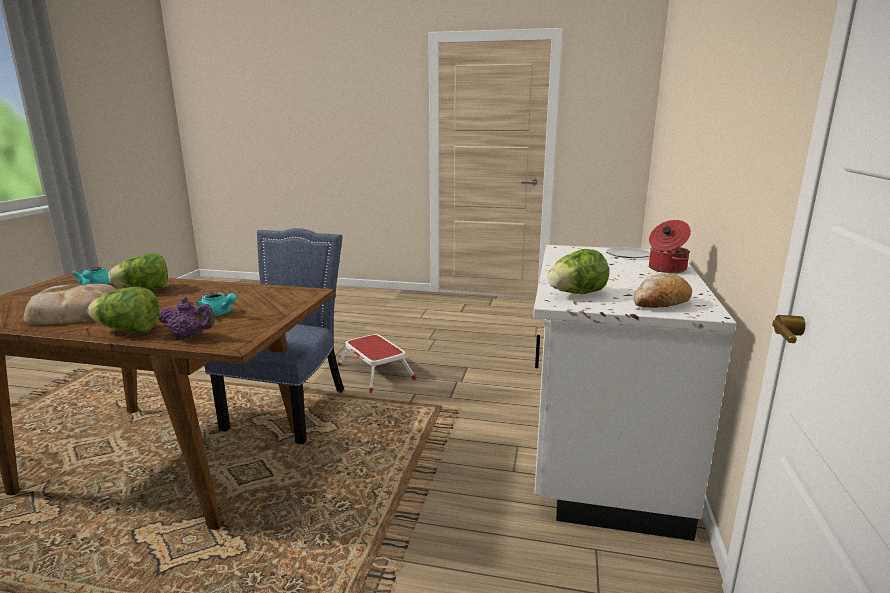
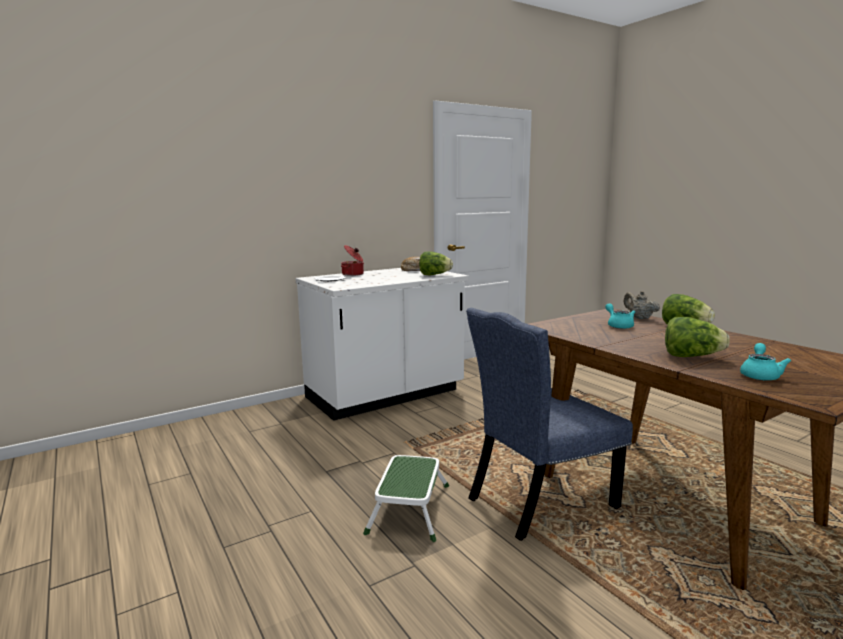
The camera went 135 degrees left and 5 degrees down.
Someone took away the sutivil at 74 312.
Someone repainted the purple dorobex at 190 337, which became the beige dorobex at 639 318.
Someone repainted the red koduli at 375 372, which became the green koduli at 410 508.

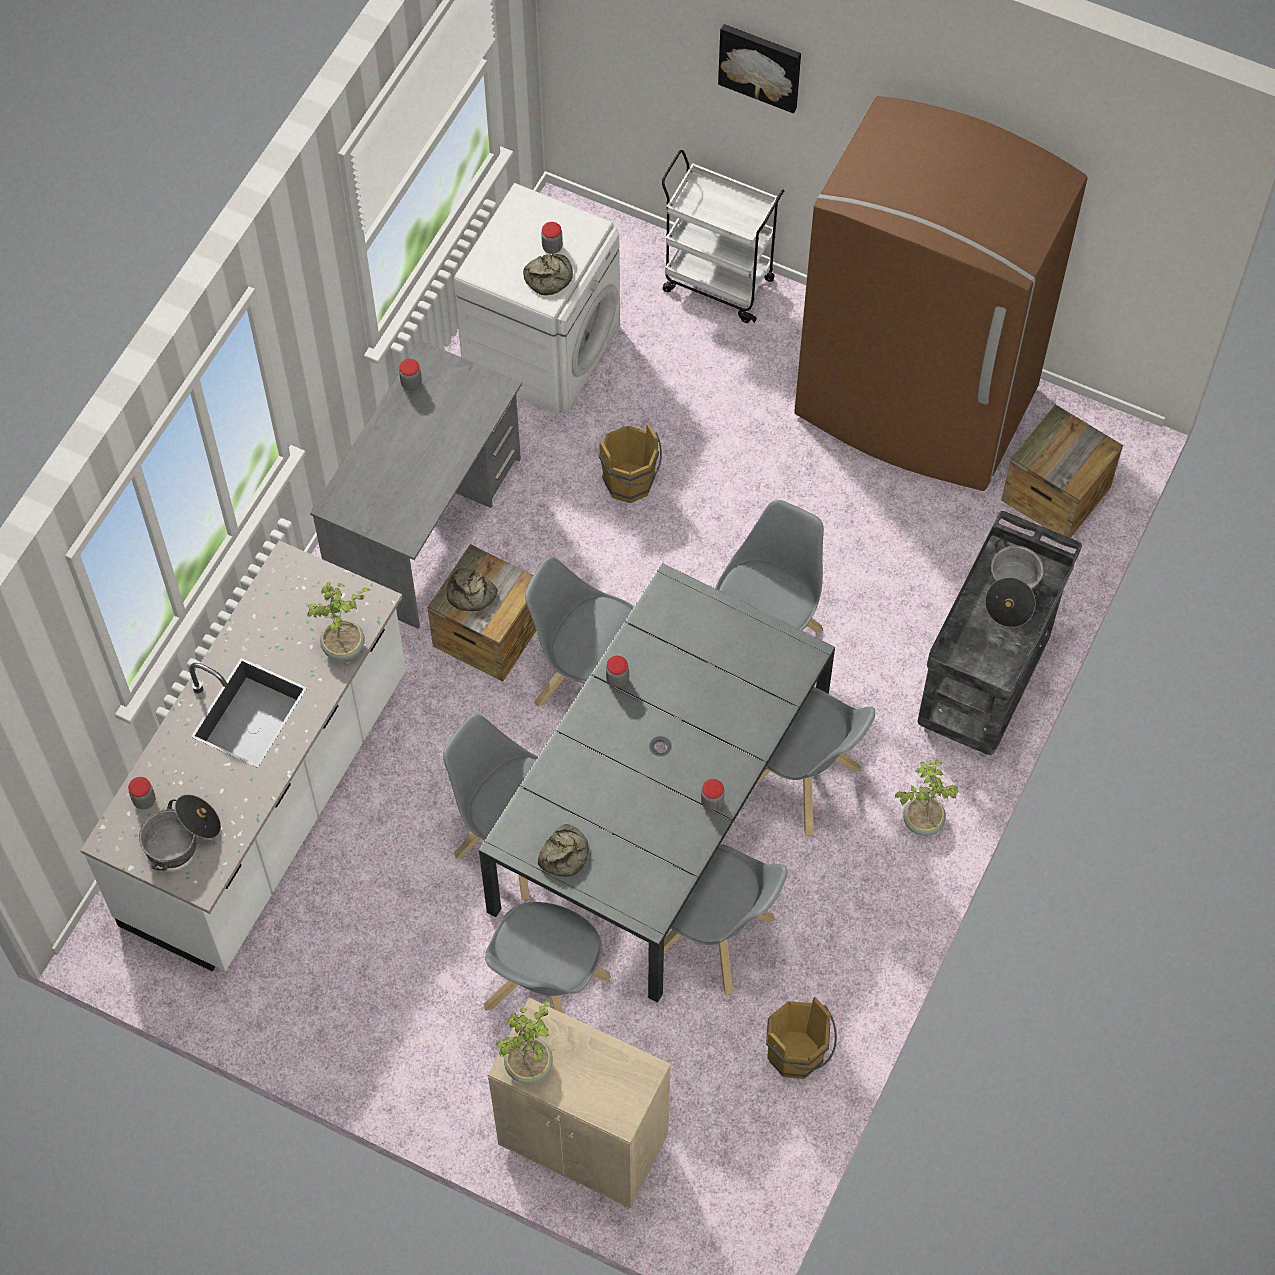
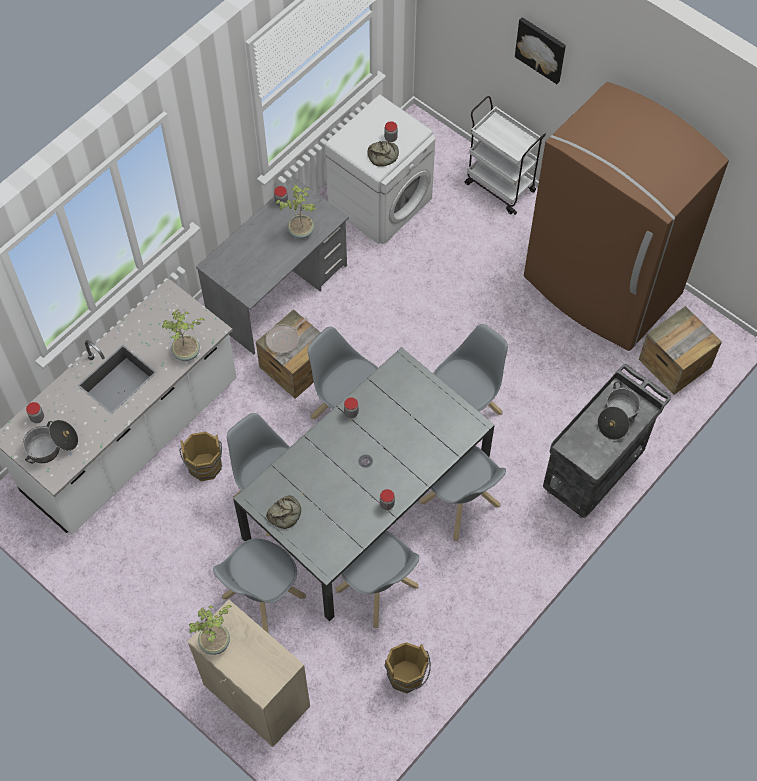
The camera went 15 degrees right and 0 degrees up.
Someone carried the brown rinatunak from 630 485 to 205 469.
Someone carried the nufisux from 922 820 to 301 231.
Someone swapped the sutivil at 470 594 for the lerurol at 284 339.

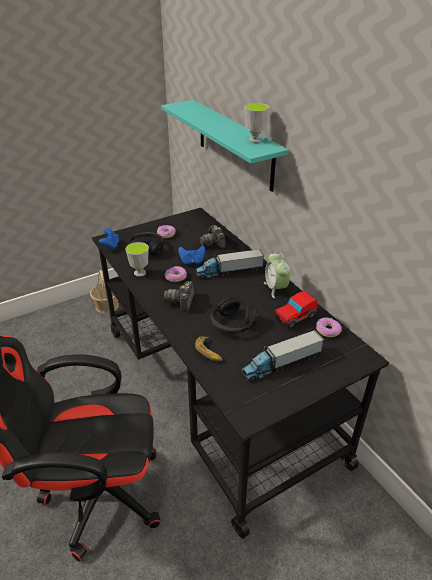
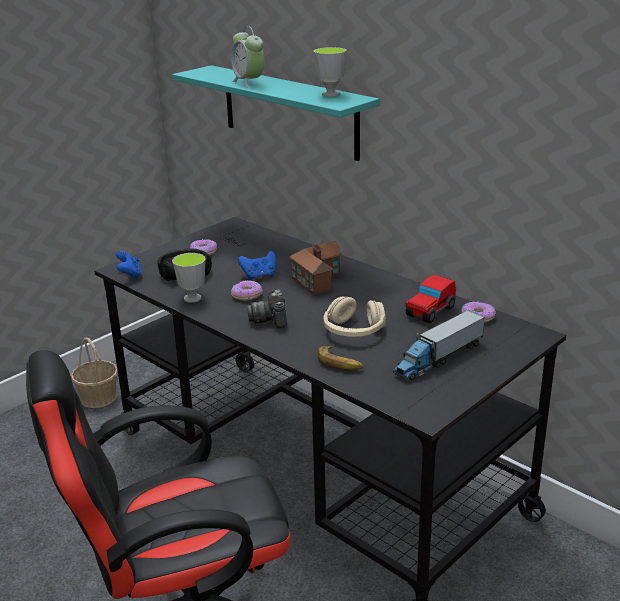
The camera went 15 degrees left and 10 degrees down.
Someone took away the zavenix at 213 243.
Someone carried the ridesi from 275 288 to 248 82.
Someone swapped the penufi at 229 271 for the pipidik at 316 278.
Someone repainted the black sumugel at 232 324, which became the beige sumugel at 353 330.

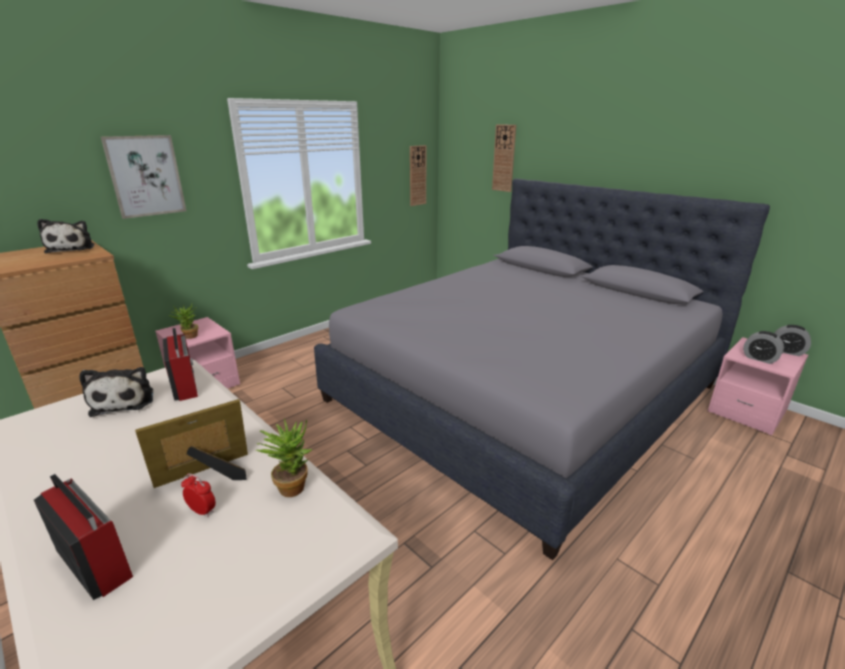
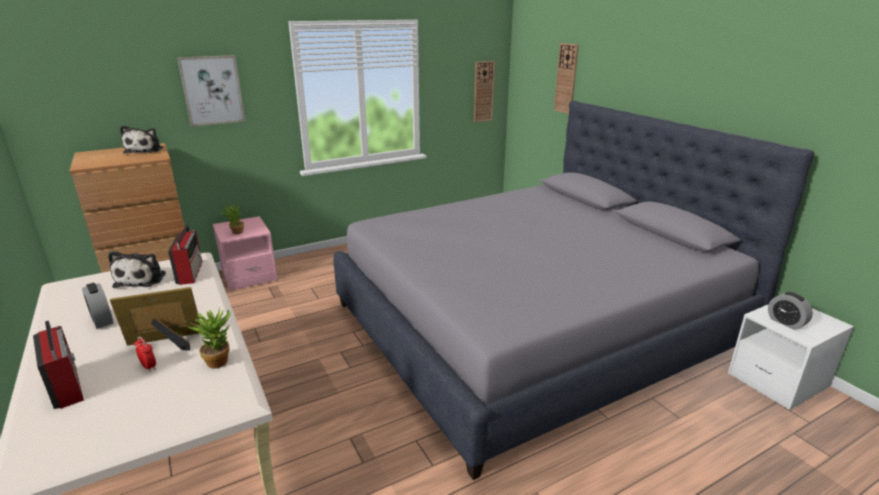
The camera went 15 degrees right and 0 degrees up.
Someone carried the ridesi from 787 351 to 102 320.
Someone repainted the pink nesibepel at 747 411, which became the white nesibepel at 777 380.

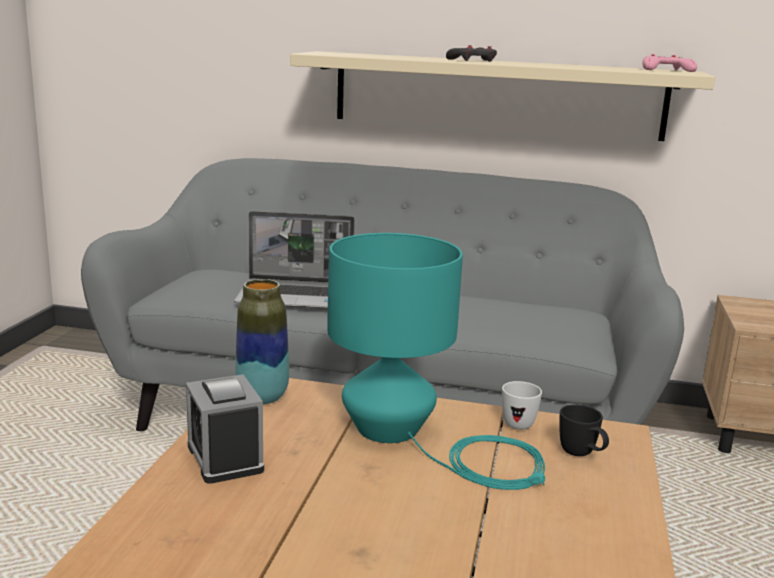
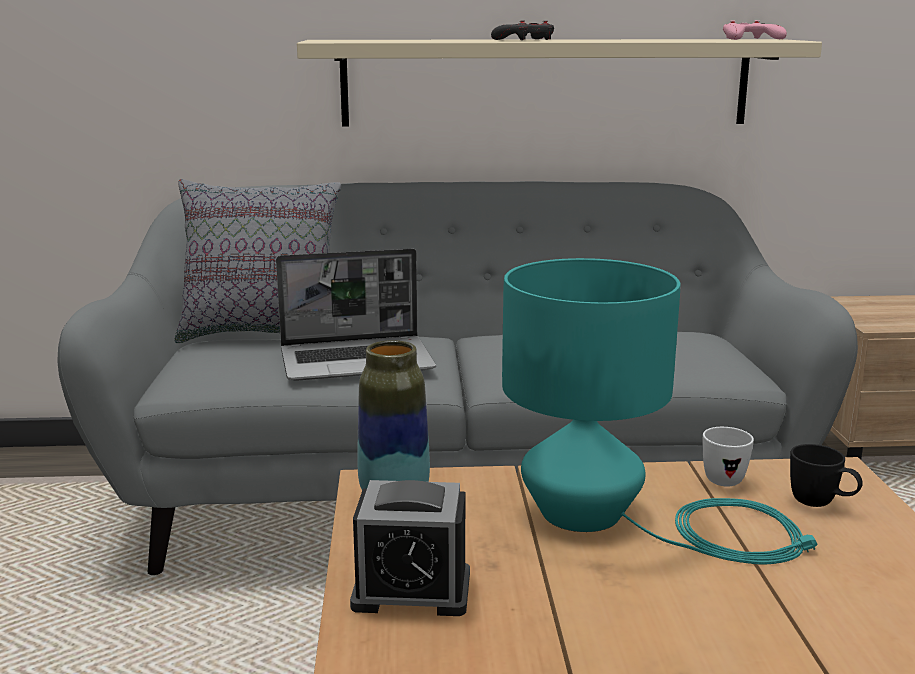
The camera went 15 degrees left and 0 degrees up.
Someone put down the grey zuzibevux at 262 336.
Someone rotated the ridesi at 225 458 by 45 degrees counterclockwise.

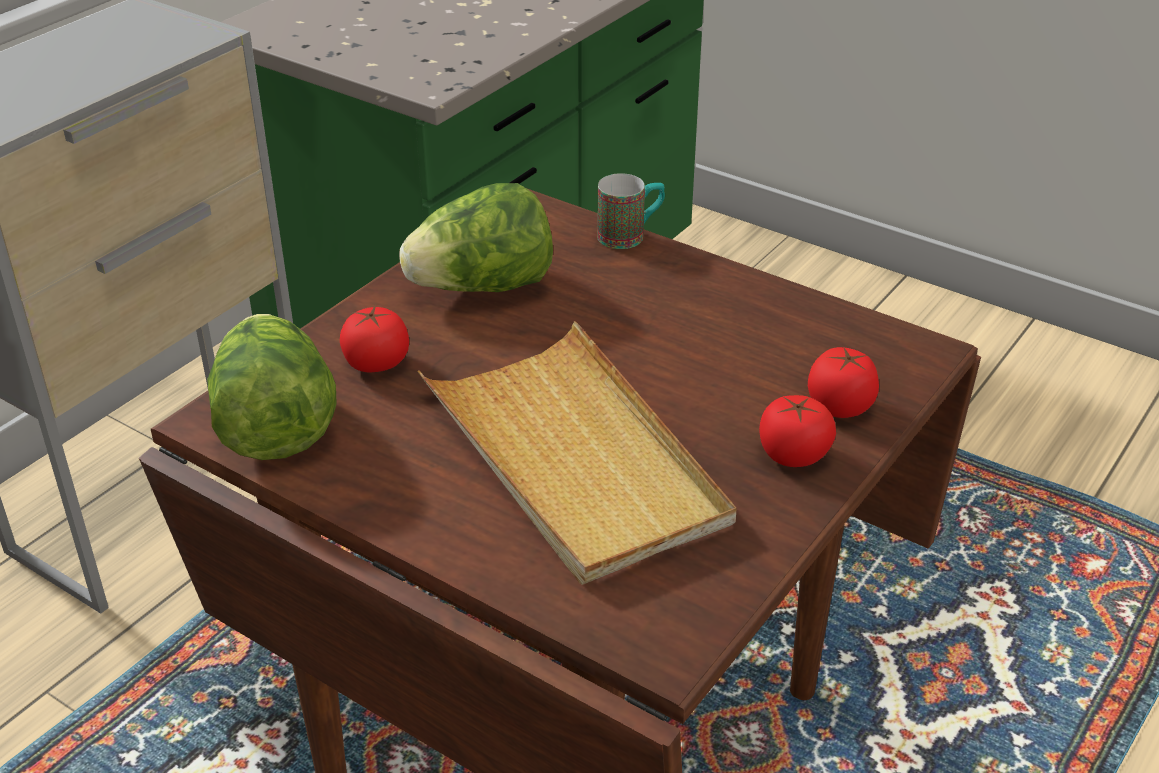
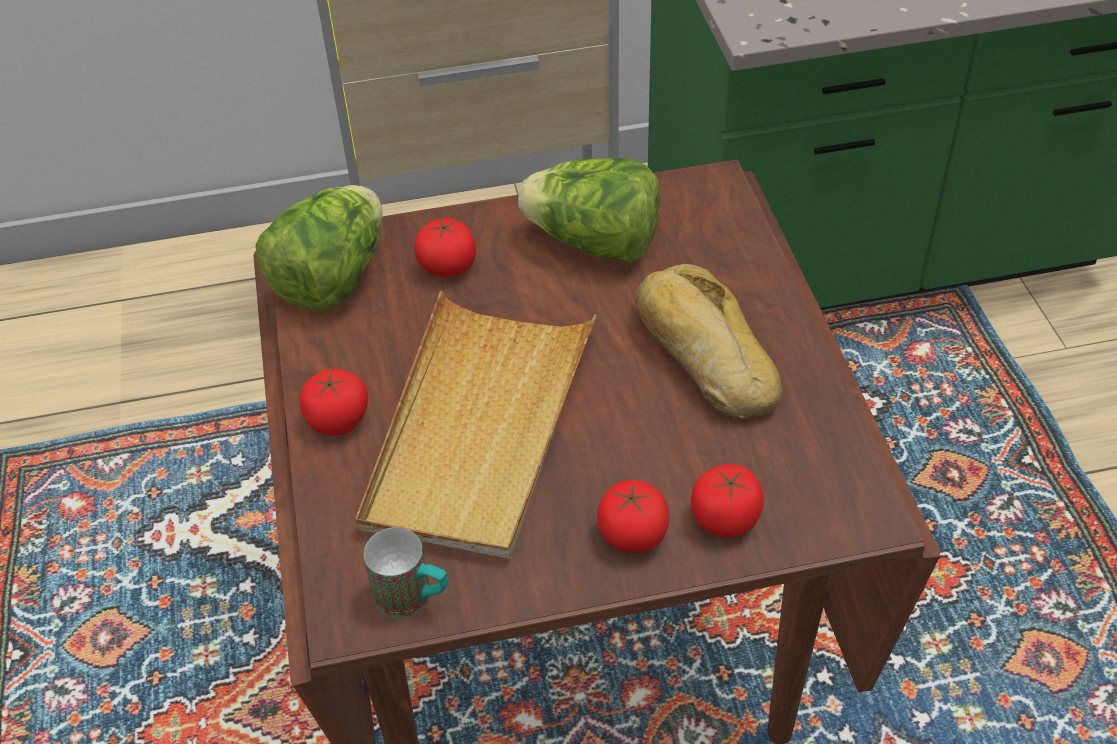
The camera went 45 degrees right and 10 degrees up.
Someone put down the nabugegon at 338 420.
Someone put down the sutivil at 703 354.
Someone carried the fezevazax from 630 235 to 414 599.

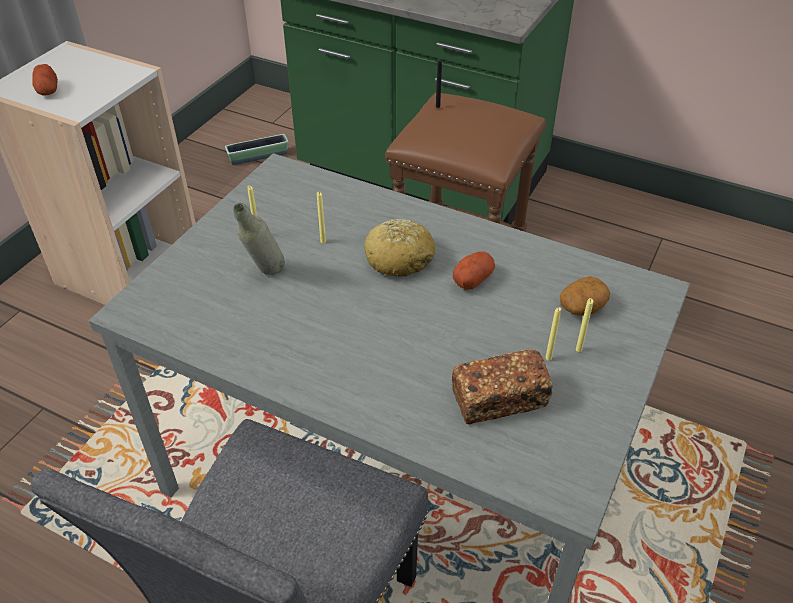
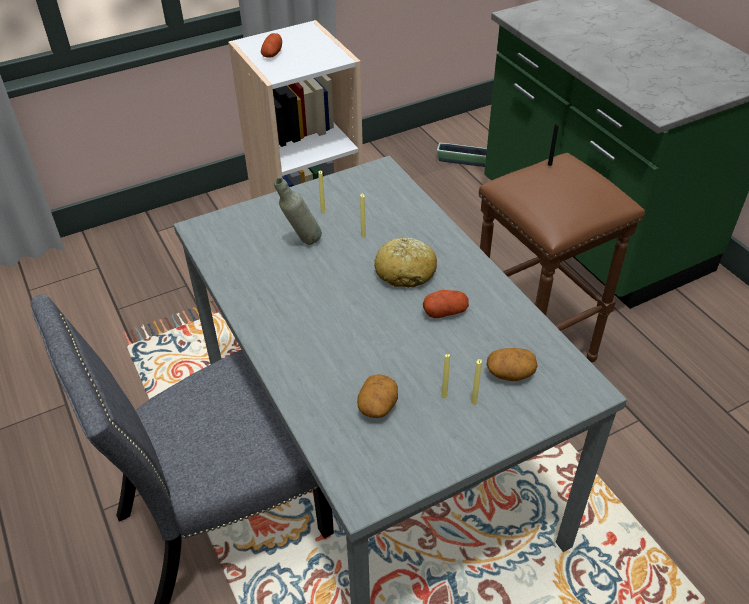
The camera went 35 degrees right and 0 degrees up.
Someone swapped the sutivil at 499 399 for the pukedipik at 378 406.

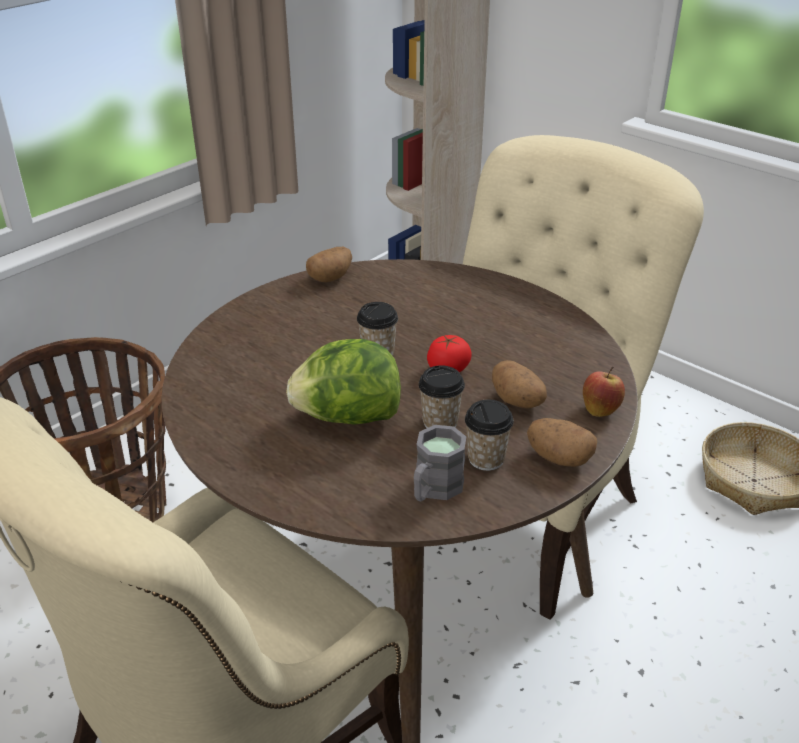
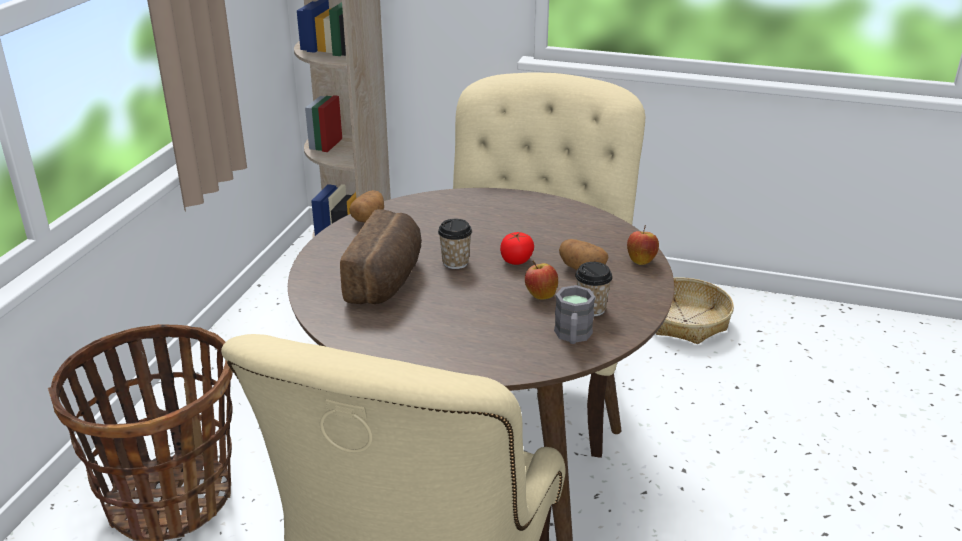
The camera went 25 degrees left and 5 degrees down.
Someone took away the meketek at 348 417.
Someone took away the pukedipik at 558 458.
Someone put down the sutivil at 388 280.
Someone swapped the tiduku at 440 422 for the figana at 540 295.

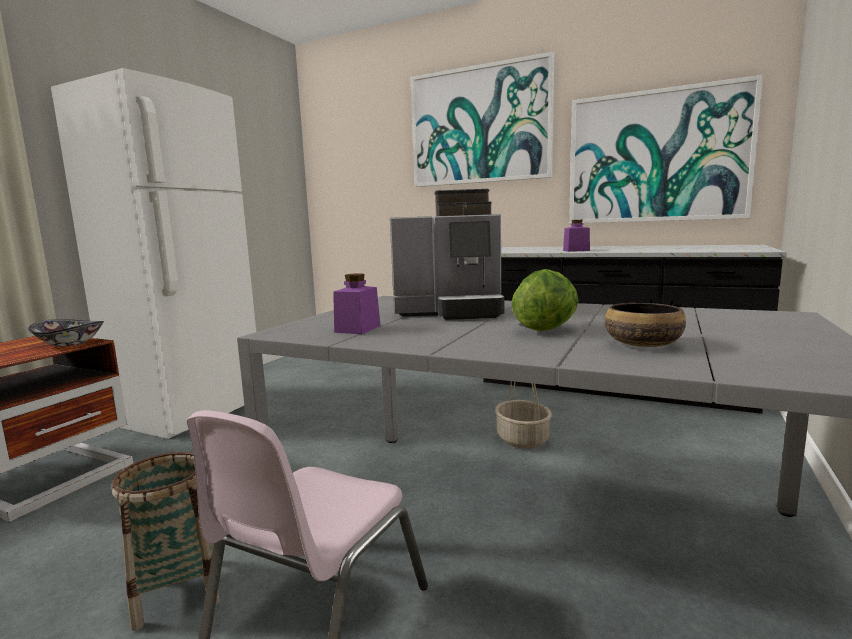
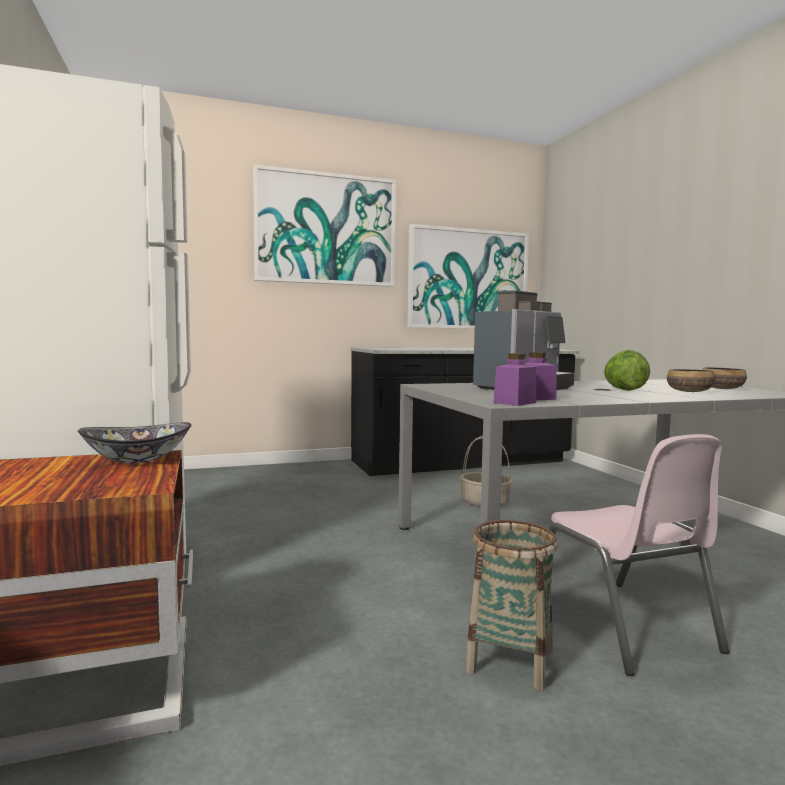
The camera went 45 degrees left and 5 degrees down.
Someone put down the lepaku at 721 388.
Someone carried the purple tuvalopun from 576 250 to 514 403.

